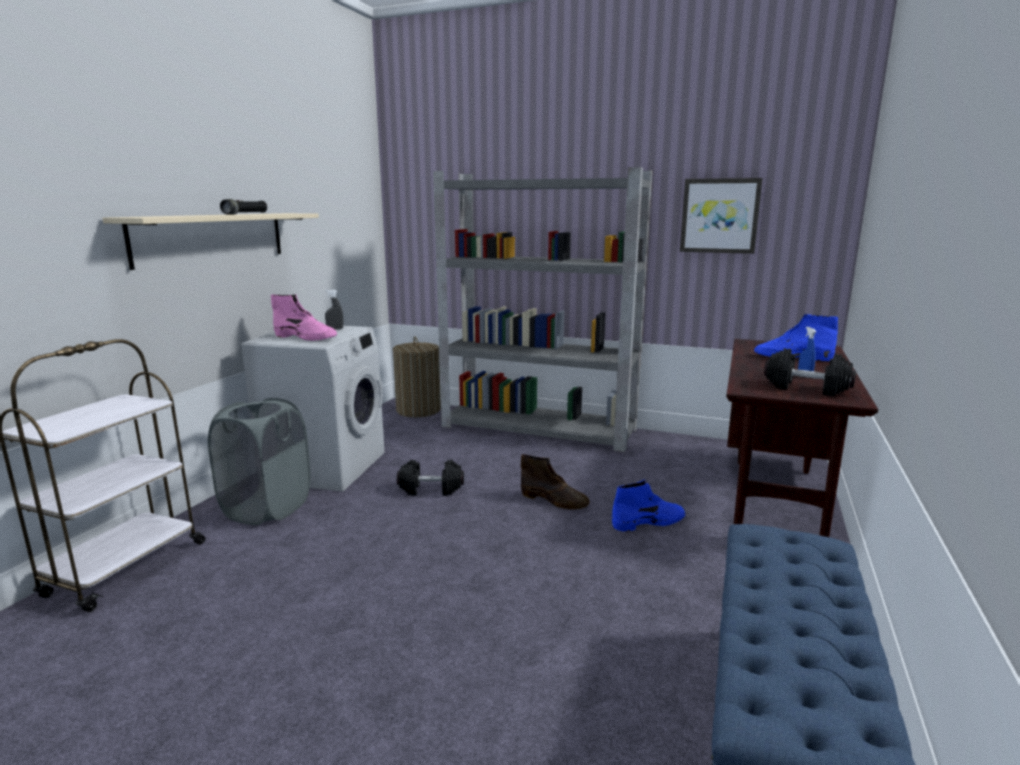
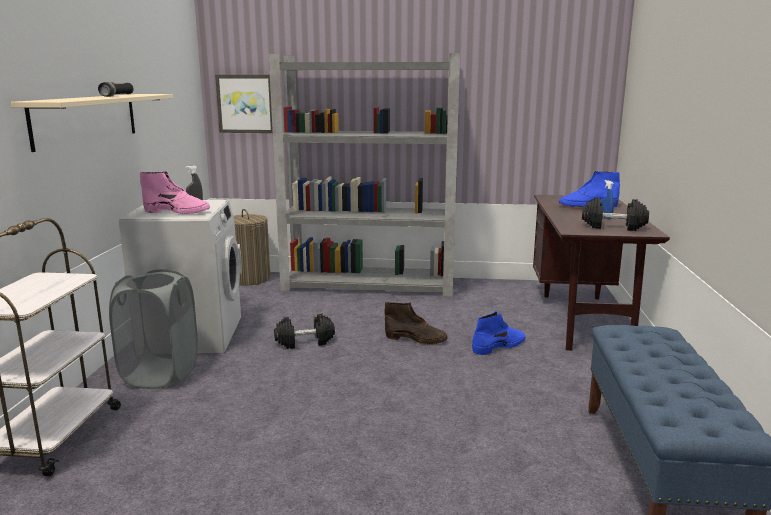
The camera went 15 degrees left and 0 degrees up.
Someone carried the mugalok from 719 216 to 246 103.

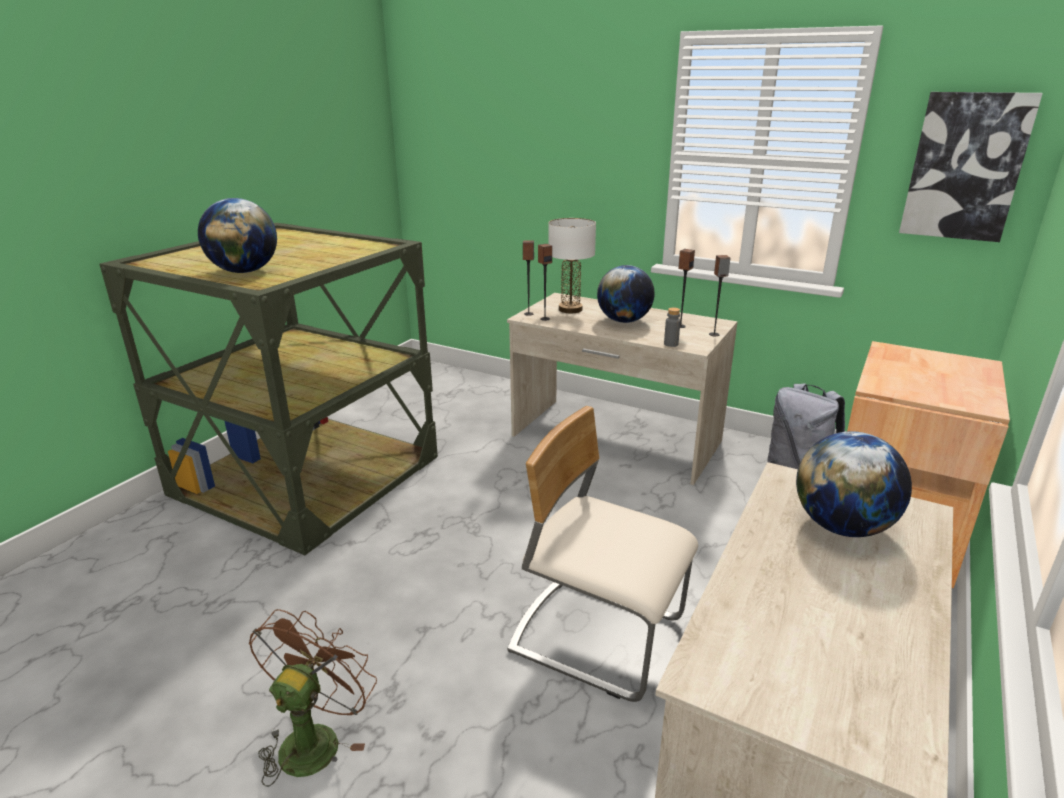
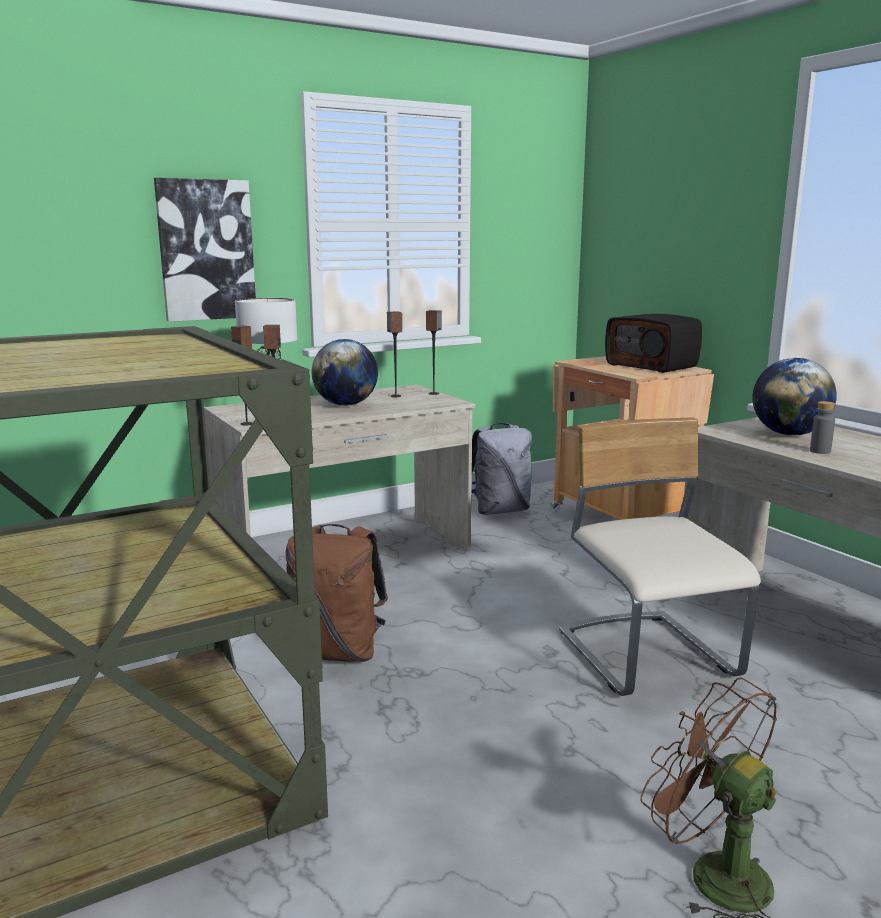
The camera went 60 degrees left and 10 degrees down.
Someone took away the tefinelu at 244 271.
Someone put down the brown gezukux at 339 652.
Someone put down the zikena at 652 365.
Someone carried the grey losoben from 671 344 to 820 451.
Someone carried the mugalok from 965 167 to 206 250.
Someone rotated the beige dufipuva at 597 636 by 105 degrees clockwise.

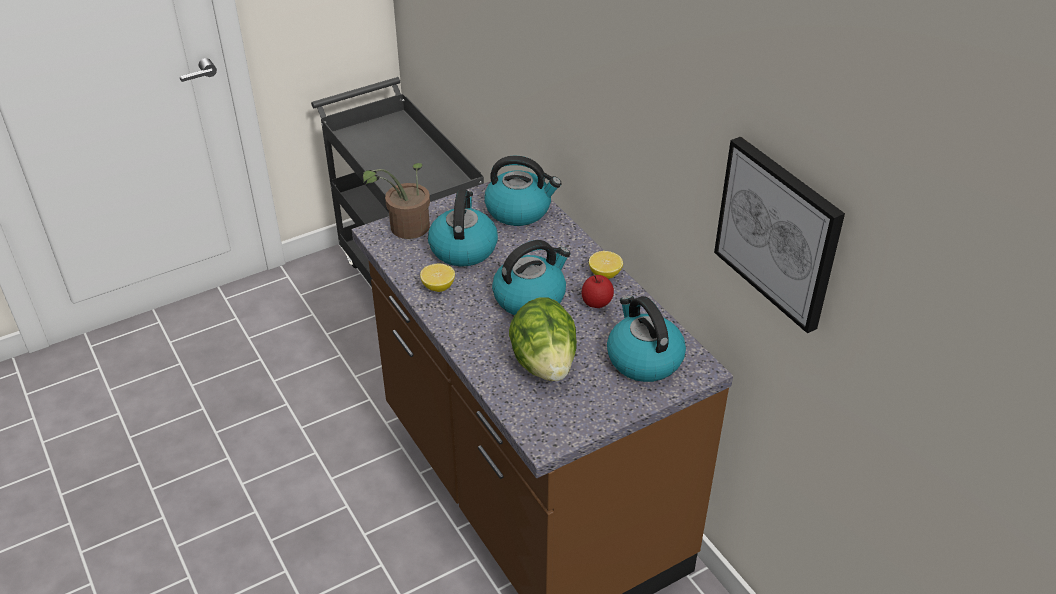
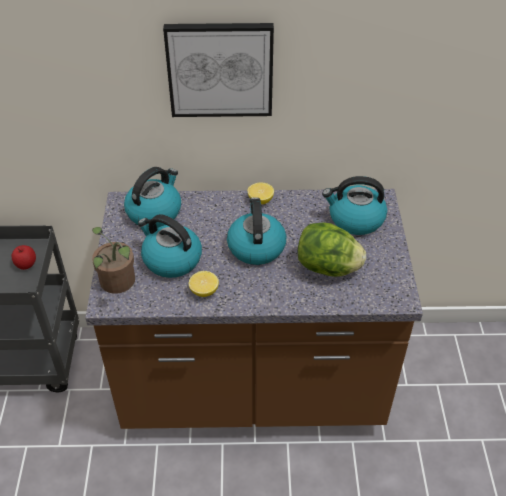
The camera went 60 degrees left and 5 degrees up.
Someone carried the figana from 596 302 to 26 264.
Someone carried the mugalok from 779 232 to 220 69.

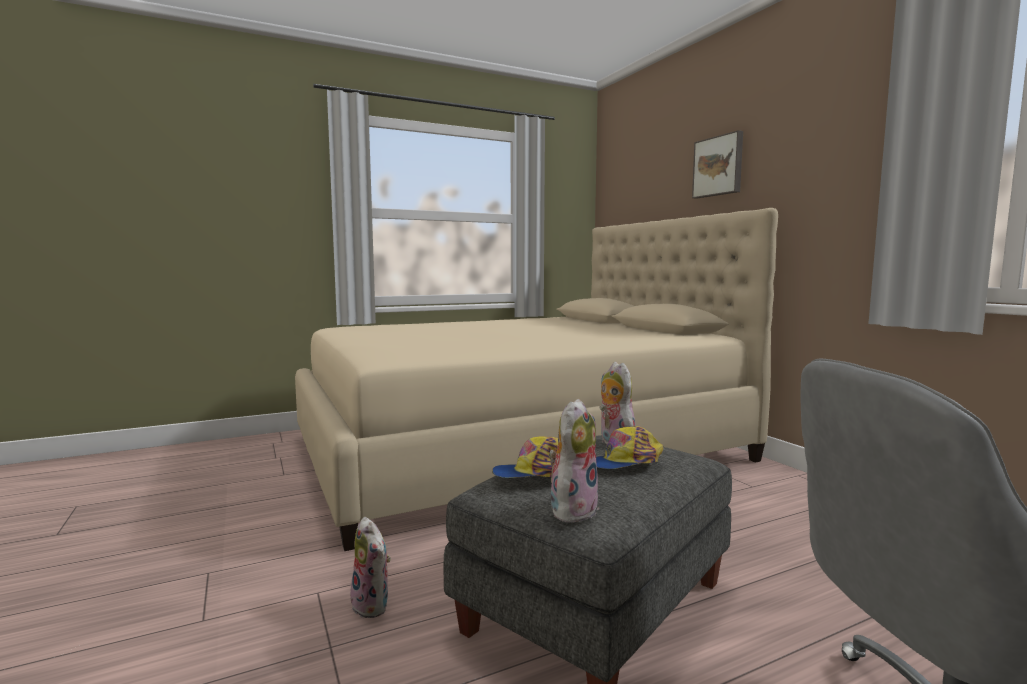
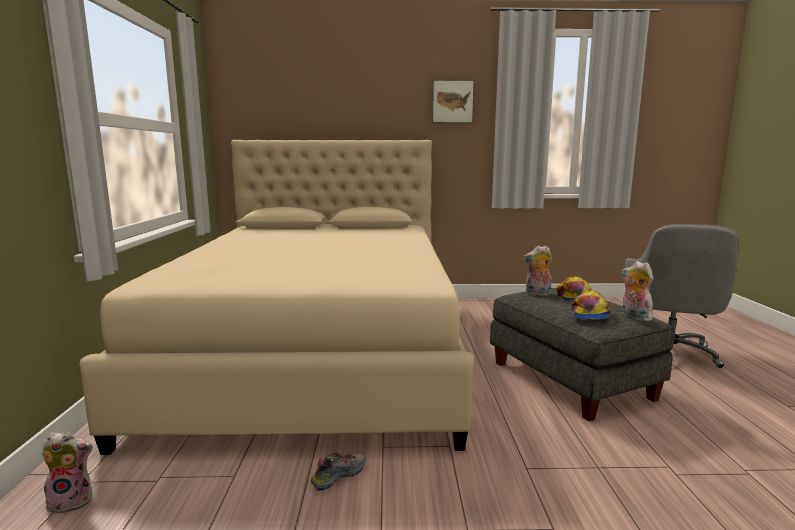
The camera went 65 degrees left and 5 degrees up.
Someone put down the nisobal at 339 475.
Someone carried the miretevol from 373 605 to 73 501.
Someone carried the mugalok from 719 166 to 452 102.

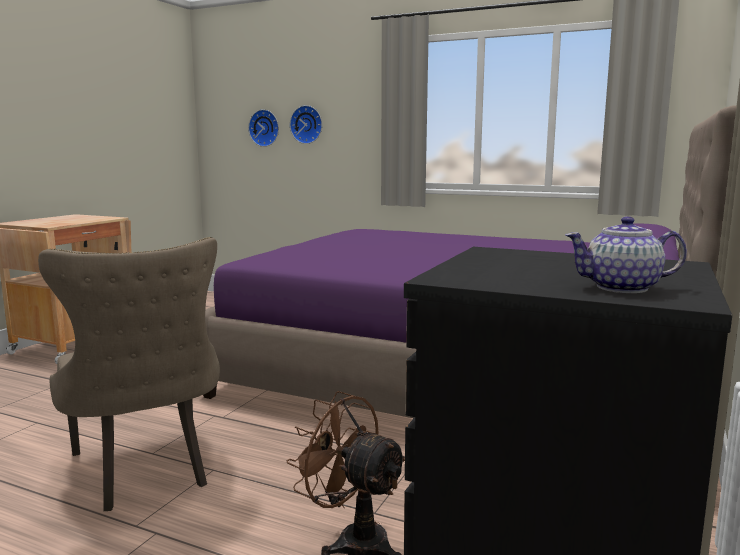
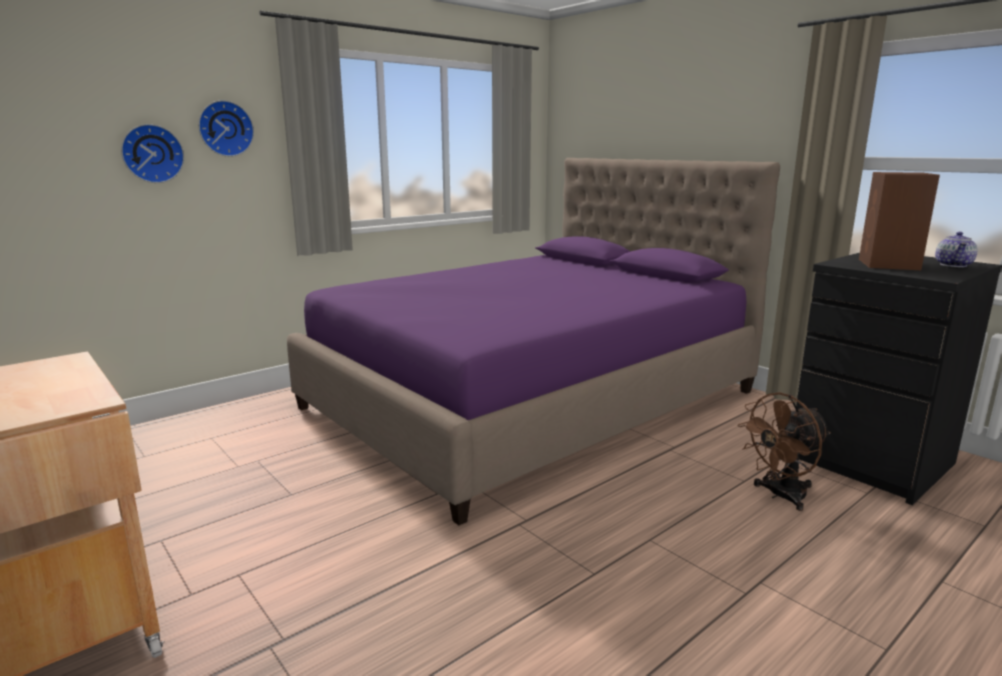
The camera went 65 degrees left and 5 degrees up.
Someone took away the beige dufipuva at 146 469.
Someone put down the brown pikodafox at 888 265.
Someone carried the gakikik from 265 128 to 225 128.

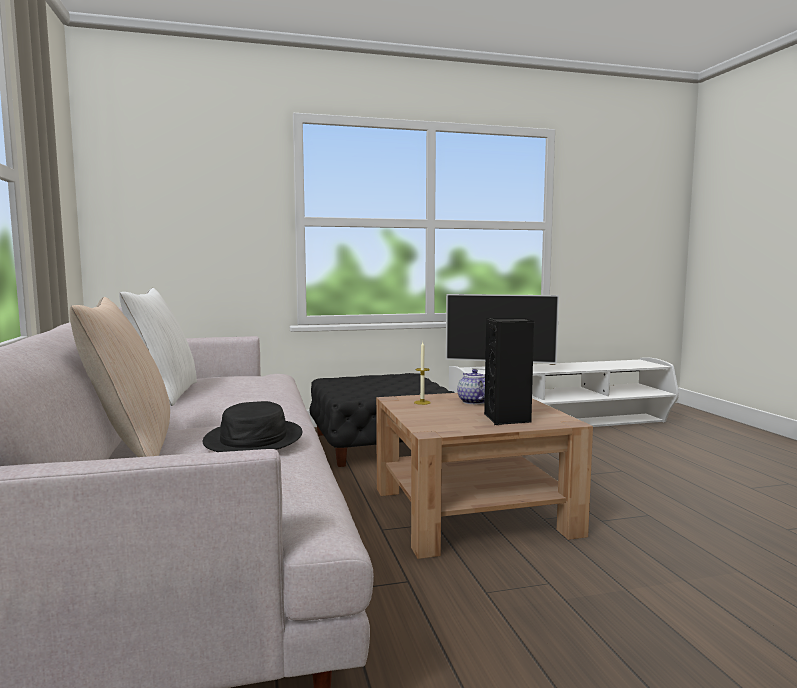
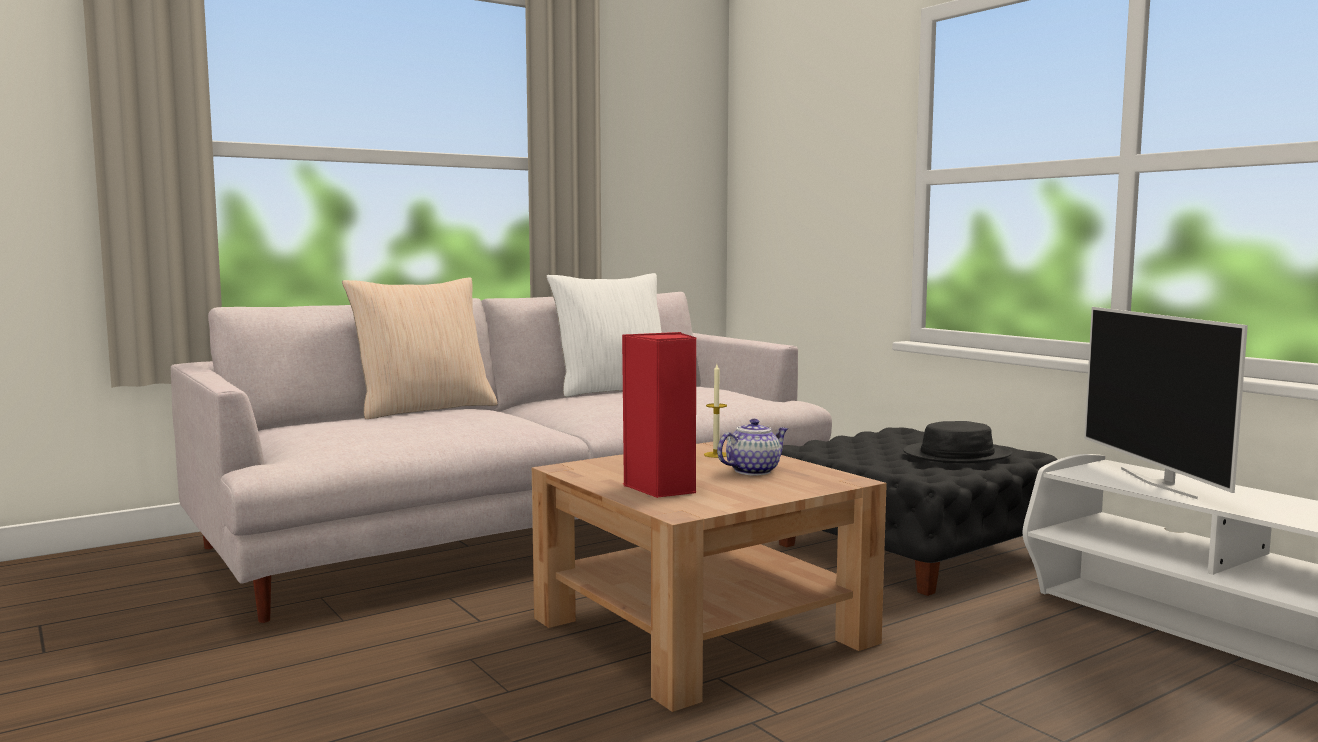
The camera went 70 degrees right and 0 degrees up.
Someone carried the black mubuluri from 254 439 to 957 455.
Someone repainted the black pikodafox at 507 419, which became the red pikodafox at 662 488.

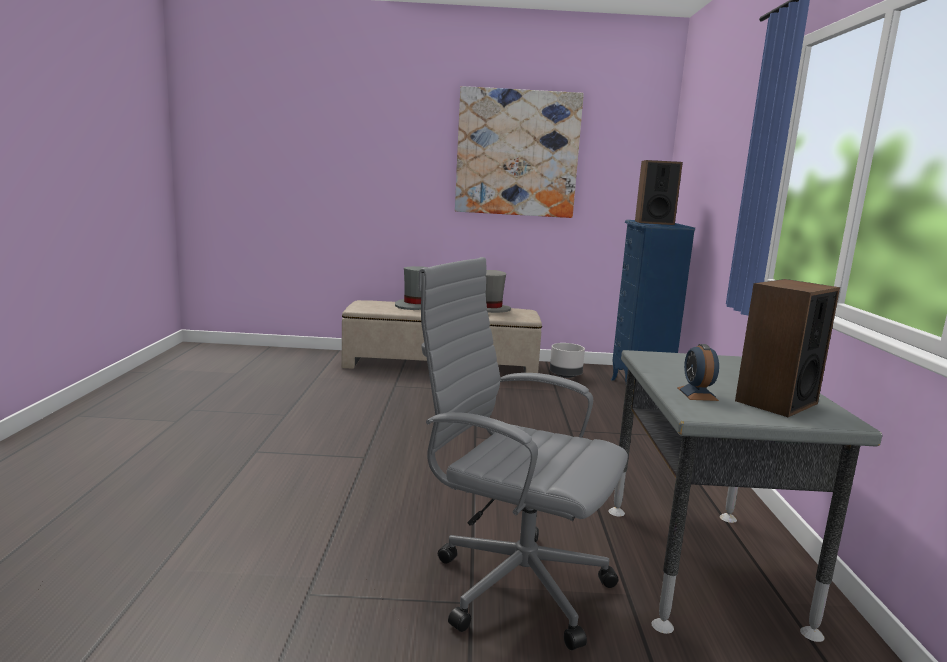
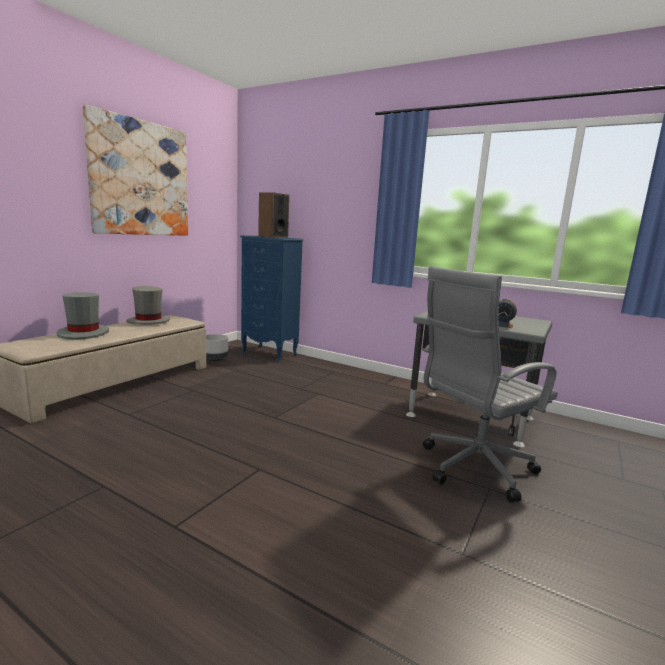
The camera went 60 degrees left and 0 degrees up.
Someone took away the pikodafox at 775 402.

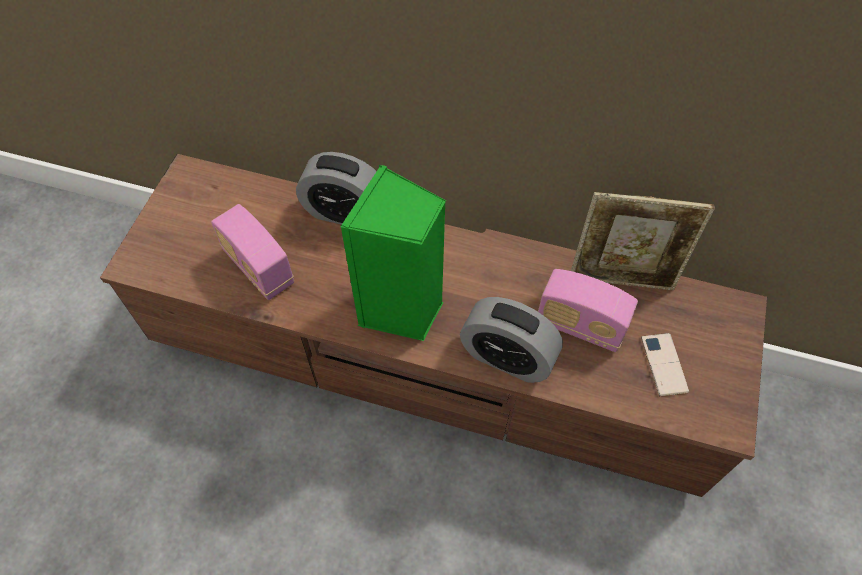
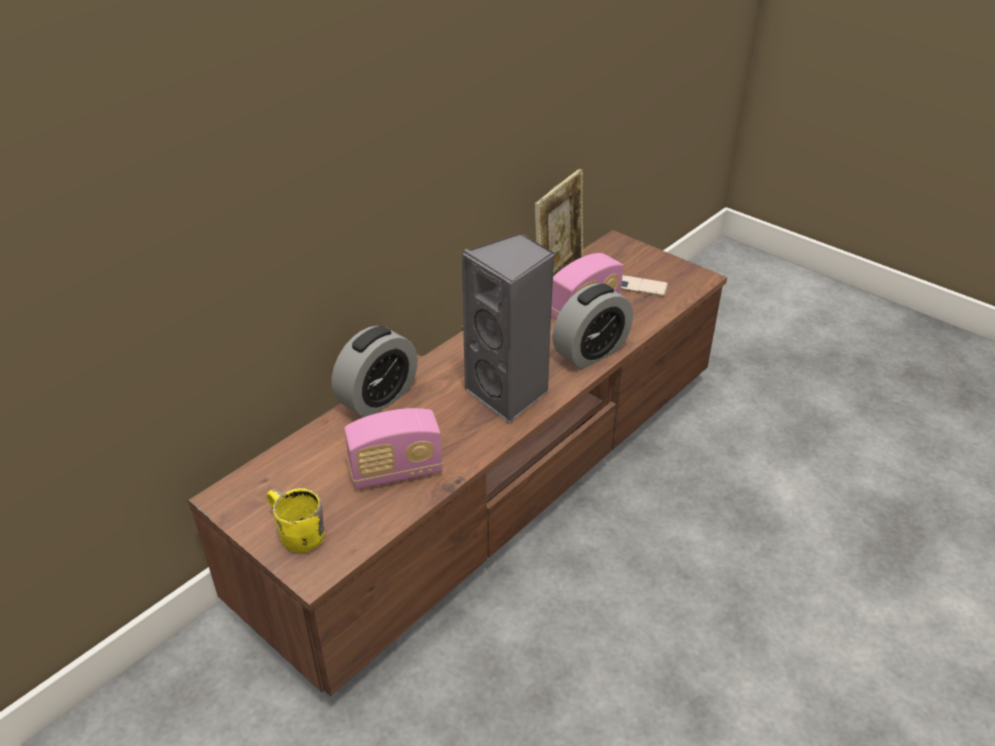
The camera went 65 degrees left and 20 degrees down.
Someone put down the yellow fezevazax at 293 535.
Someone repainted the green pikodafox at 402 310, which became the grey pikodafox at 510 394.

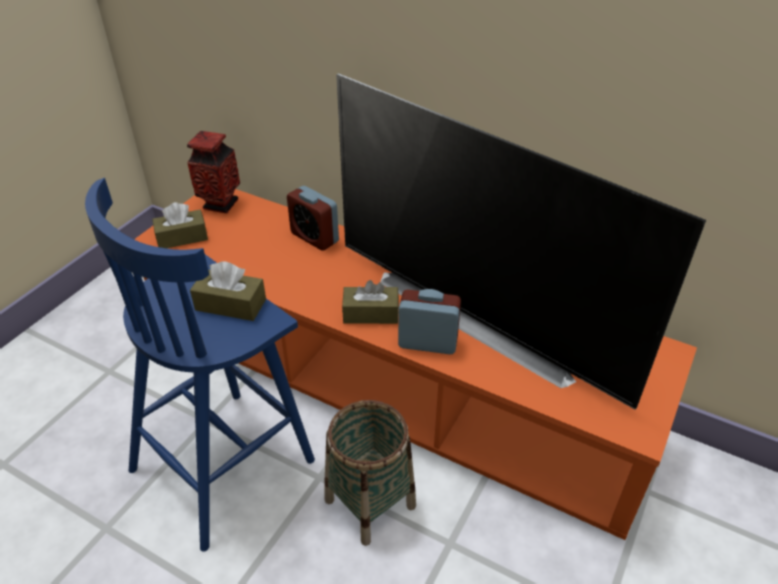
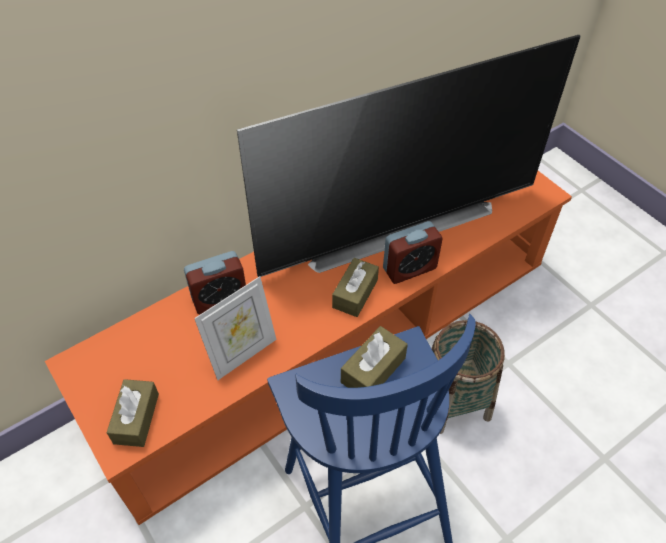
The camera went 65 degrees left and 10 degrees up.
Someone took away the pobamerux at 220 204.
Someone put down the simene at 243 354.
Someone rotated the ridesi at 428 342 by 150 degrees counterclockwise.

